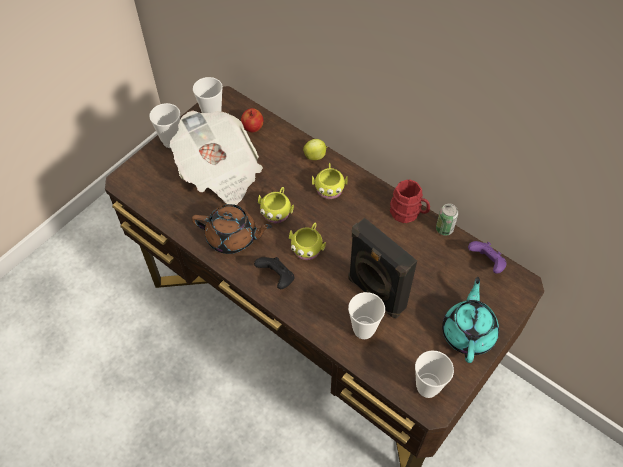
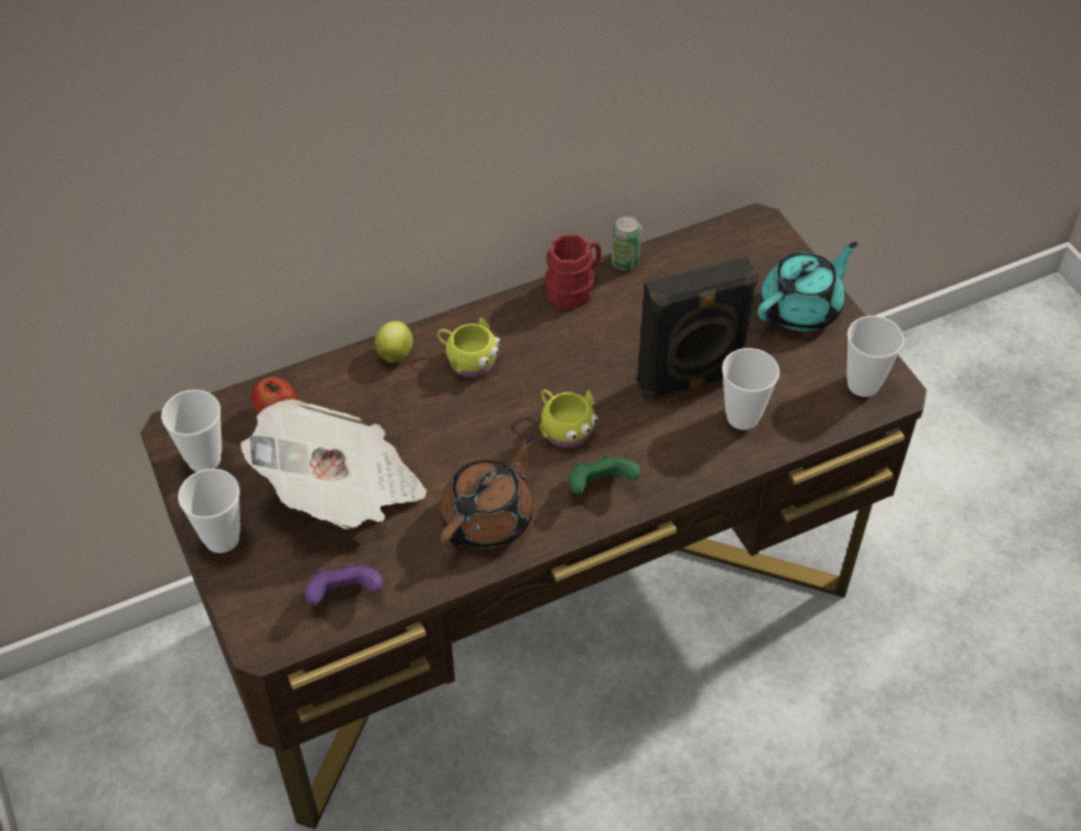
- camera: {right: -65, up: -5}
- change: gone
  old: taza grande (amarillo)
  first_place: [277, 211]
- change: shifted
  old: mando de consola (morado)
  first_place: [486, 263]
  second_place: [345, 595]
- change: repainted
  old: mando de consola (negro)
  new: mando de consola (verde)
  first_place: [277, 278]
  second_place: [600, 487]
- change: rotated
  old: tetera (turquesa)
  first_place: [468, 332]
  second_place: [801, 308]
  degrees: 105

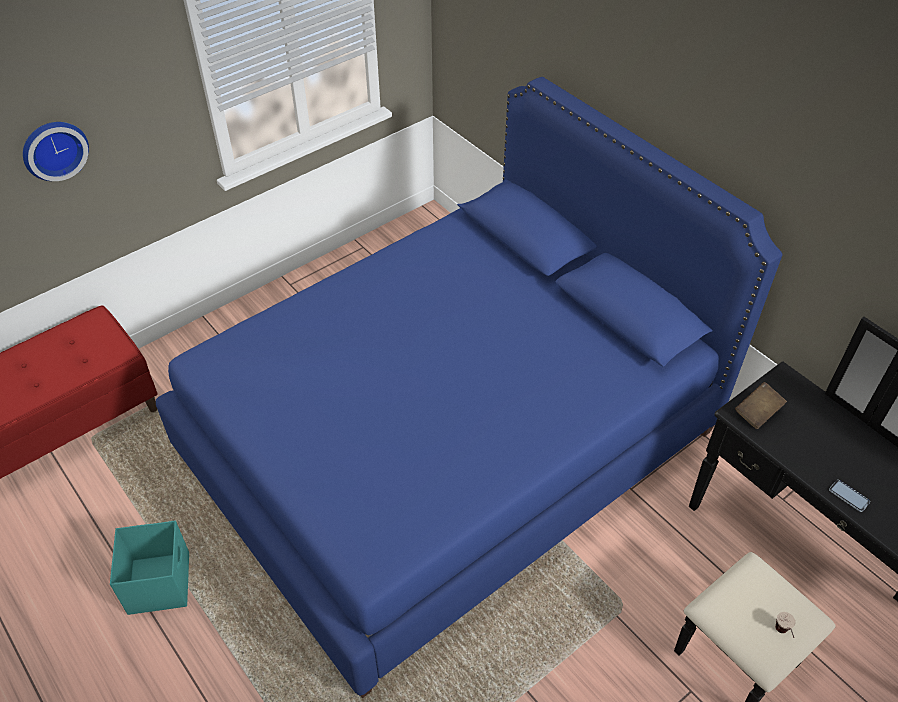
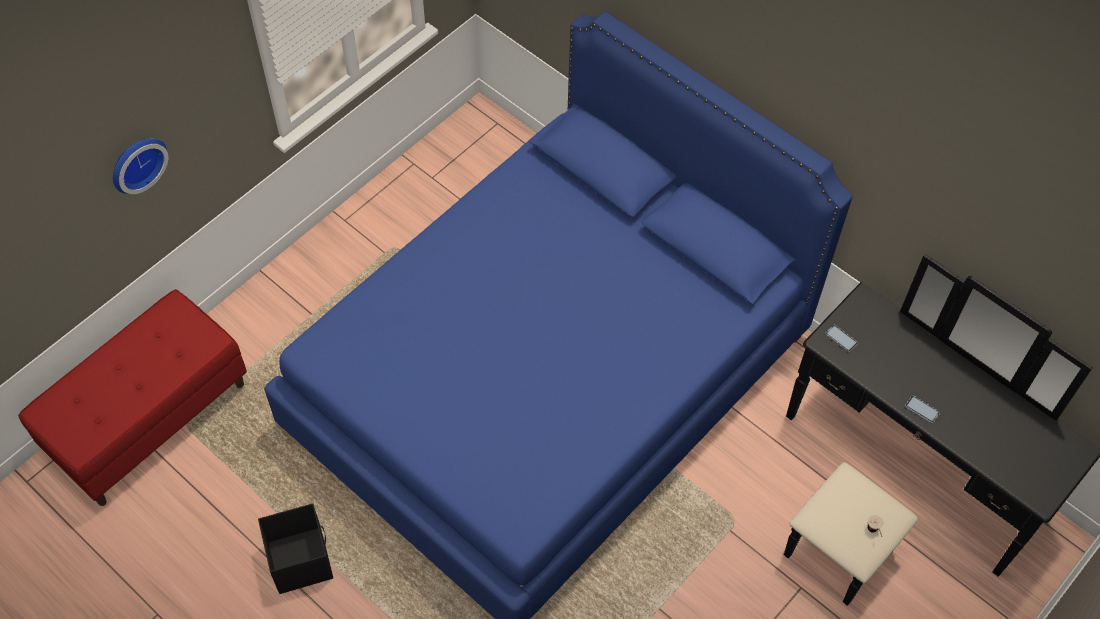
- camera: {right: -10, up: 10}
- change: swapped
  old: libro (marrón)
  new: móvil
  first_place: [757, 412]
  second_place: [841, 338]
- change: repainted
  old: caja de almacenaje (turquesa)
  new: caja de almacenaje (negro)
  first_place: [160, 582]
  second_place: [300, 559]

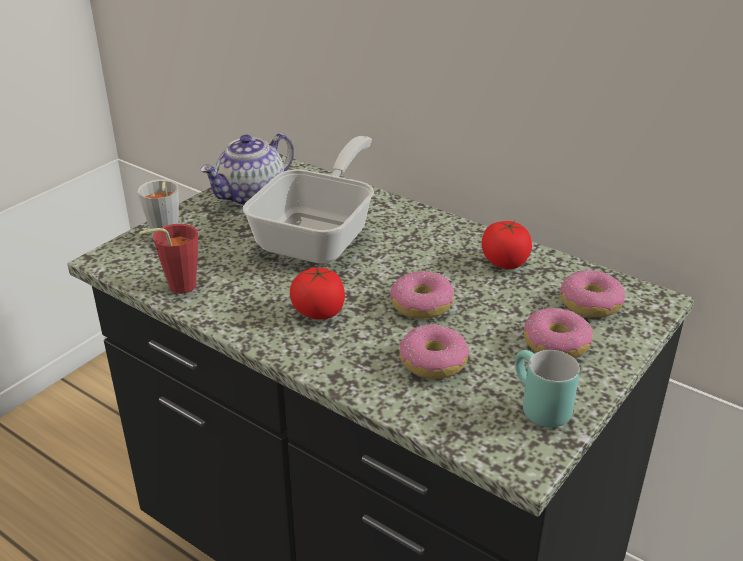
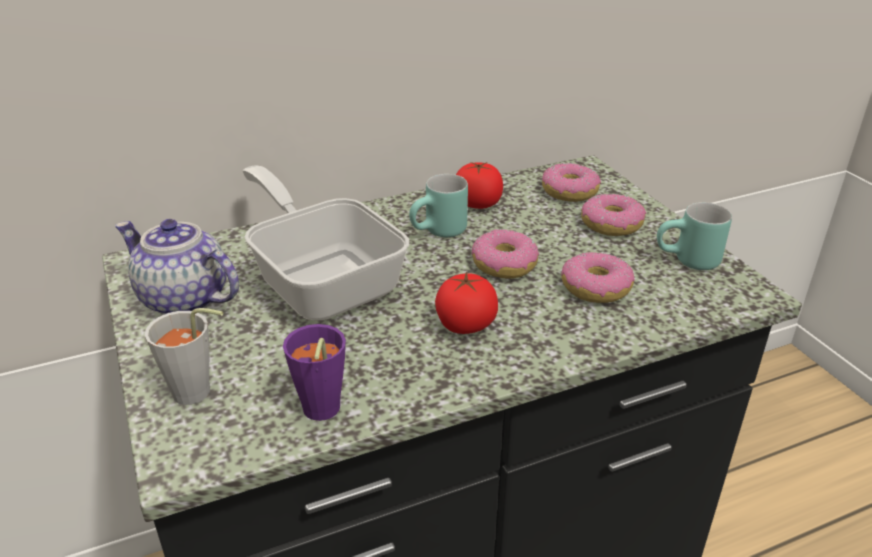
- camera: {right: -60, up: 0}
- change: new
  new: taza grande (turquesa)
  second_place: [440, 233]
- change: repainted
  old: taza (rojo)
  new: taza (morado)
  first_place: [176, 288]
  second_place: [320, 414]
- change: rotated
  old: tetera
  first_place: [252, 196]
  second_place: [183, 299]
  degrees: 135

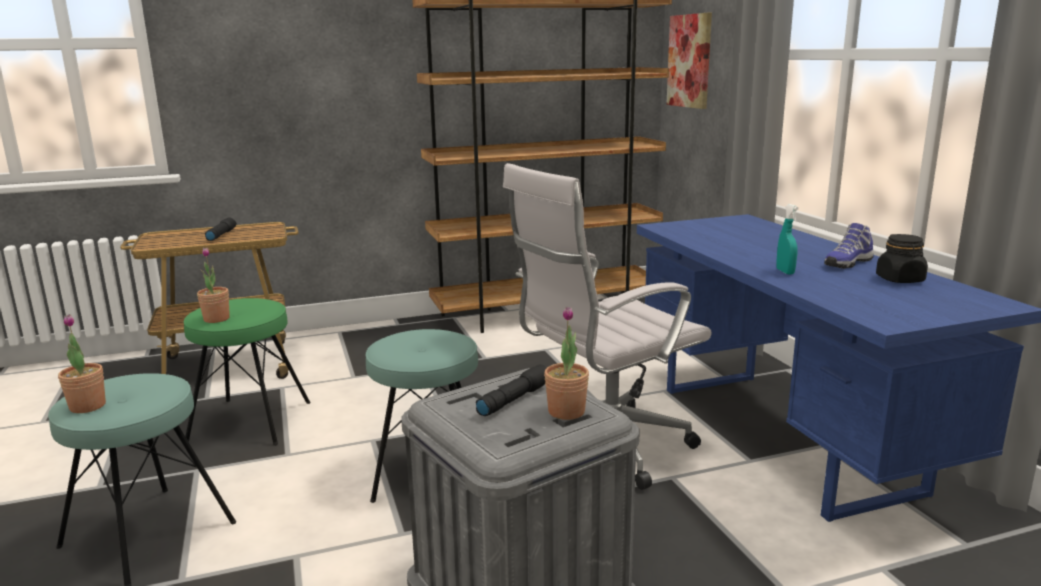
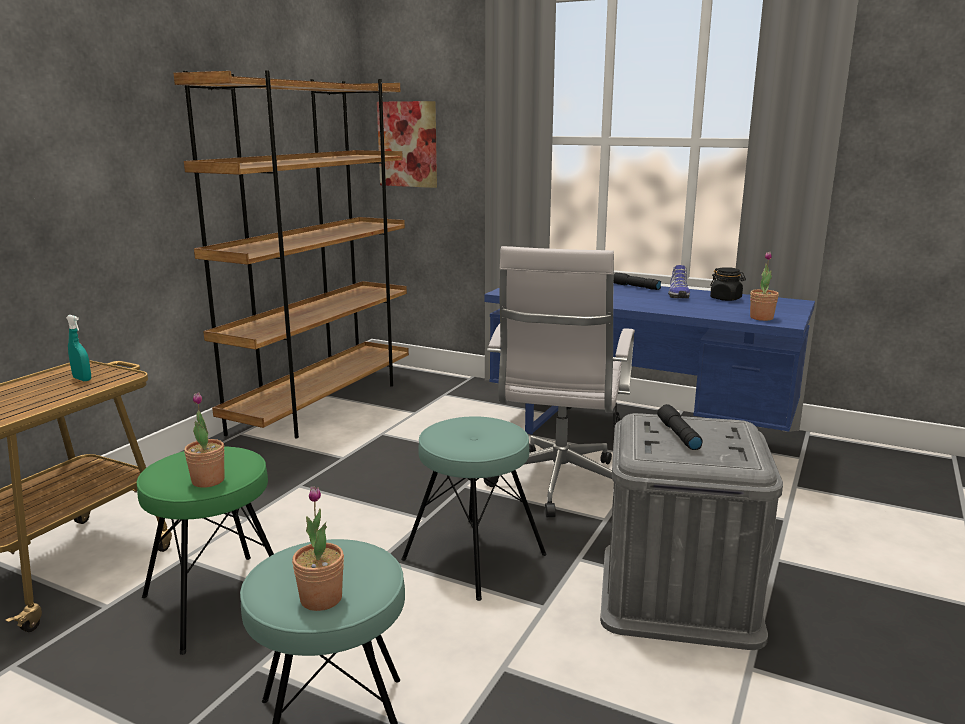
- camera: {right: -45, up: 0}
- change: shifted
  old: linterna (negro)
  first_place: [221, 235]
  second_place: [635, 287]
- change: shifted
  old: planta en maceta
  first_place: [566, 412]
  second_place: [761, 318]
- change: shifted
  old: pulverizador (turquesa)
  first_place: [785, 272]
  second_place: [82, 379]

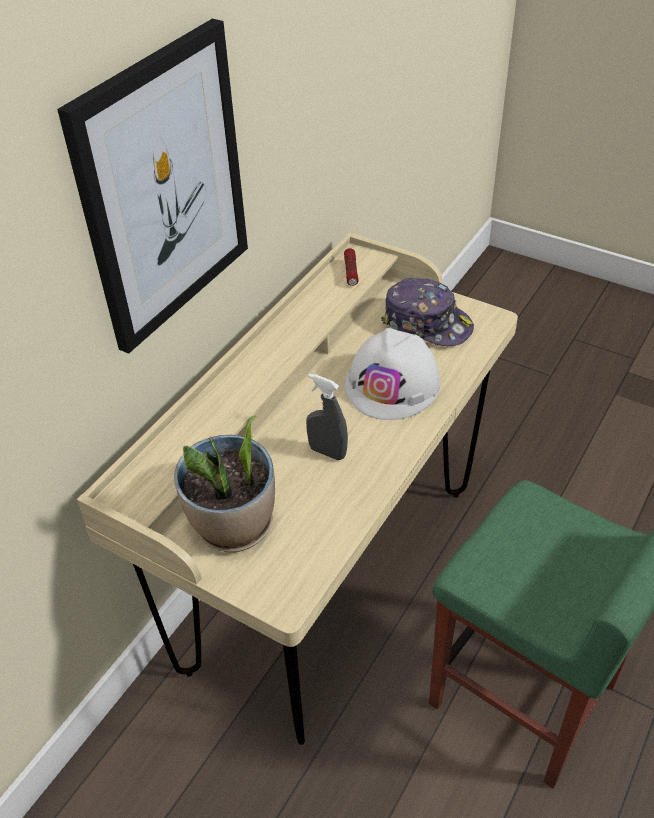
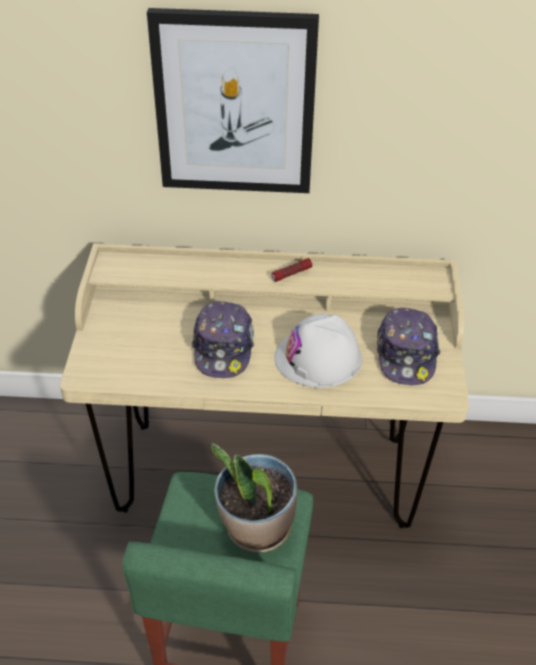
- camera: {right: 60, up: 0}
- change: shifted
  old: planta en maceta
  first_place: [234, 526]
  second_place: [256, 528]
- change: shifted
  old: linterna
  first_place: [351, 272]
  second_place: [291, 274]
- change: swapped
  old: pulverizador (gris)
  new: gorra
  first_place: [327, 452]
  second_place: [223, 348]

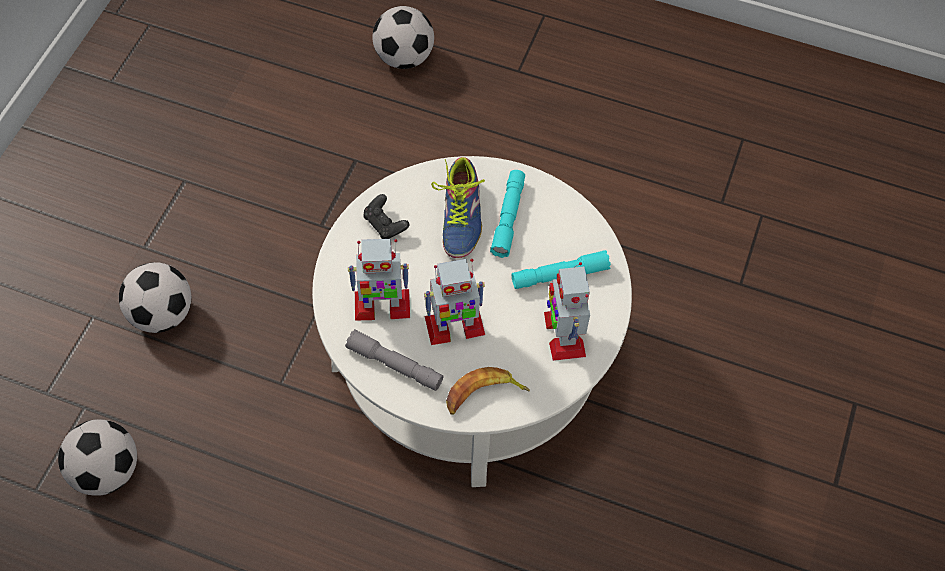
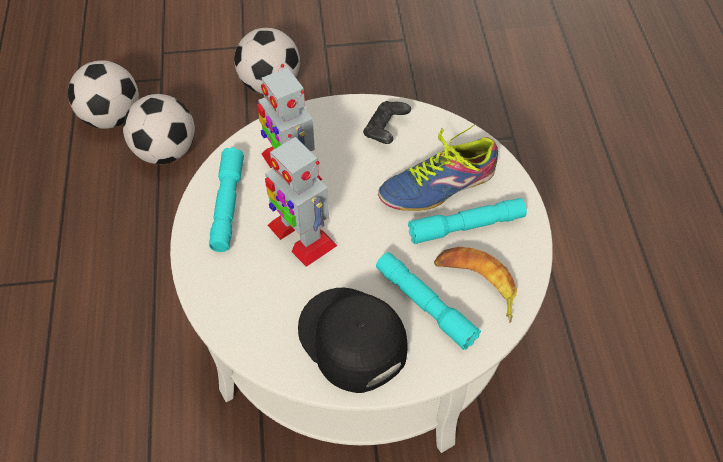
- camera: {right: 65, up: -5}
- change: shifted
  old: balón de fútbol
  first_place: [404, 57]
  second_place: [165, 152]
- change: shifted
  old: plátano
  first_place: [483, 395]
  second_place: [476, 285]
- change: swapped
  old: robot de juguete
  new: gorra (negro)
  first_place: [564, 333]
  second_place: [351, 341]
- change: repainted
  old: linterna (gris)
  new: linterna (turquesa)
  first_place: [394, 365]
  second_place: [227, 205]

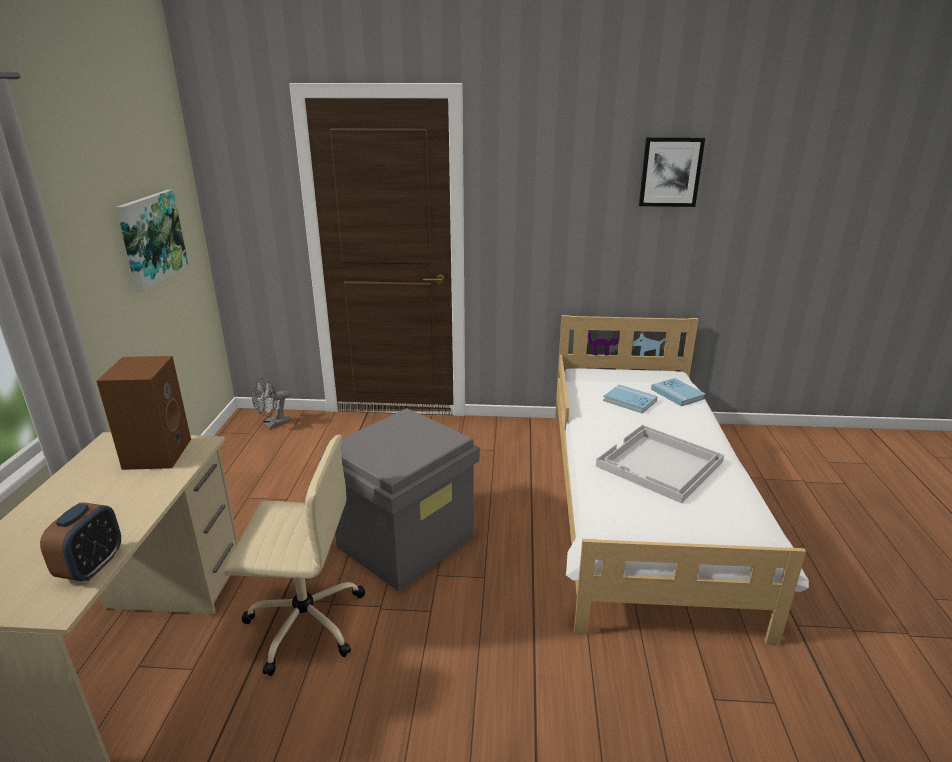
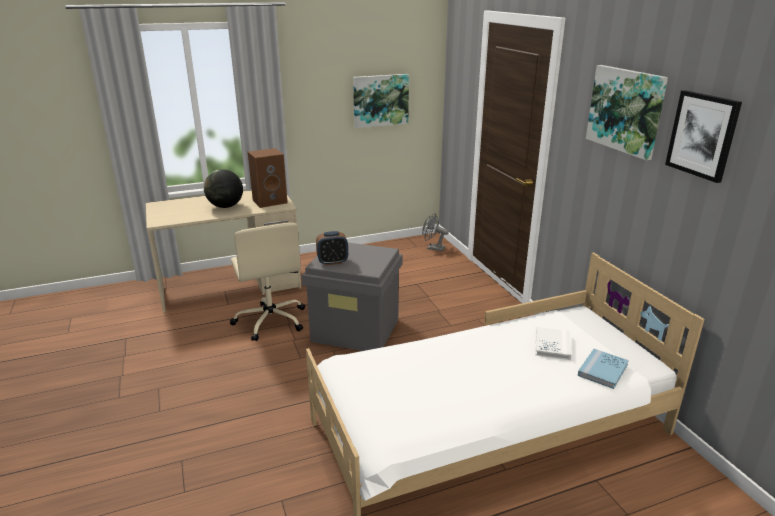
- camera: {right: 65, up: 0}
- change: gone
  old: bandeja (blanco)
  first_place: [660, 465]
- change: new
  new: globo terráqueo
  second_place: [226, 206]
- change: new
  new: cuadro
  second_place: [626, 110]
- change: shifted
  old: despertador
  first_place: [92, 567]
  second_place: [332, 262]
- change: repainted
  old: libro (azul)
  new: libro (blanco)
  first_place: [629, 401]
  second_place: [552, 345]

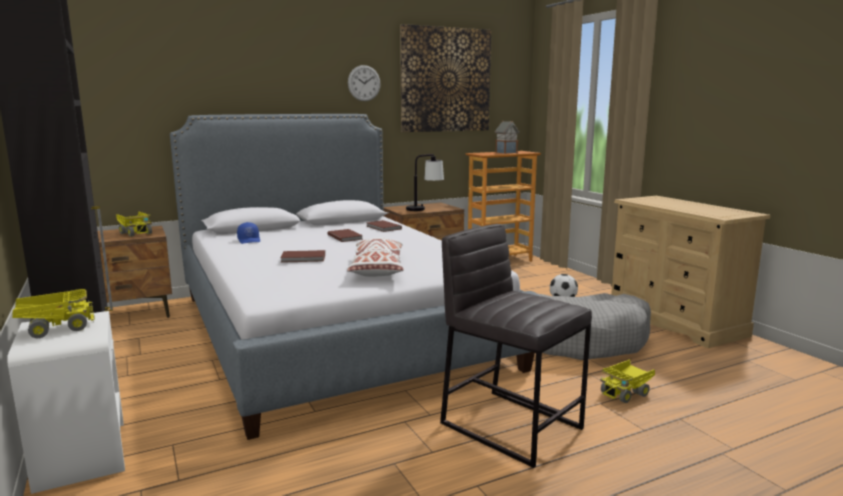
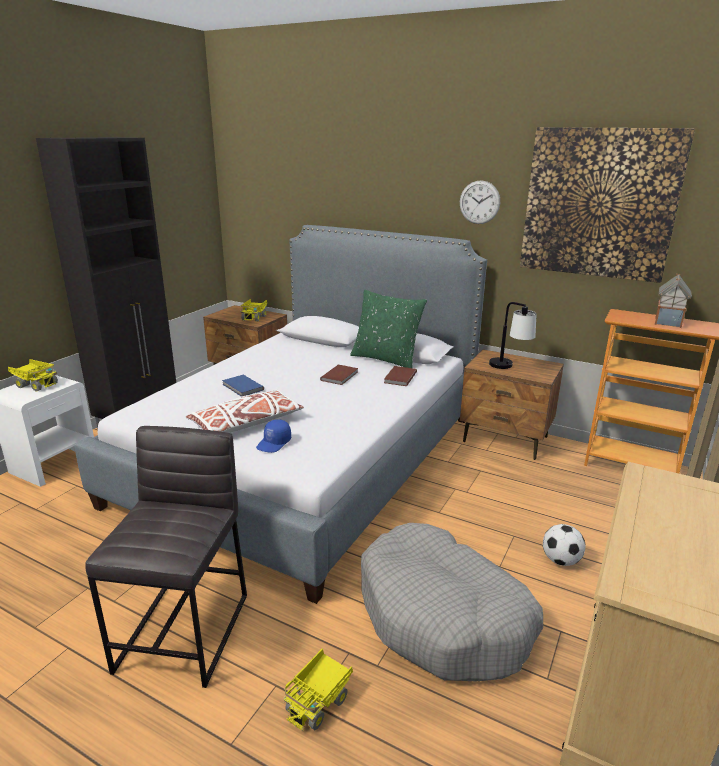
- camera: {right: 55, up: 10}
- change: new
  new: cojín (verde)
  second_place: [386, 359]
- change: shifted
  old: gorra (azul)
  first_place: [249, 240]
  second_place: [274, 443]
- change: repainted
  old: libro (marrón)
  new: libro (azul)
  first_place: [304, 258]
  second_place: [242, 387]
- change: rotated
  old: camión de juguete
  first_place: [625, 393]
  second_place: [319, 701]
  degrees: -75

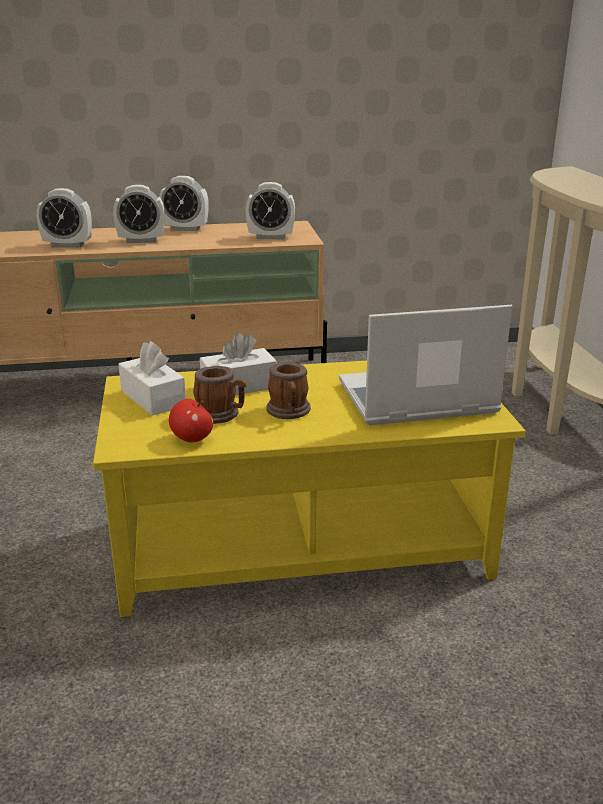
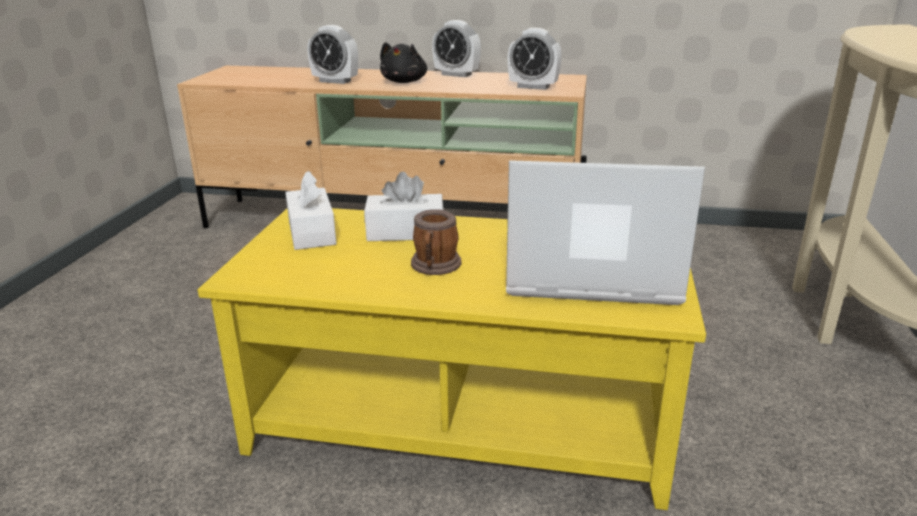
- camera: {right: 20, up: 0}
- change: gone
  old: manzana
  first_place: [192, 439]
- change: gone
  old: taza grande
  first_place: [221, 414]
- change: swapped
  old: despertador
  new: peluche (negro)
  first_place: [141, 240]
  second_place: [405, 82]

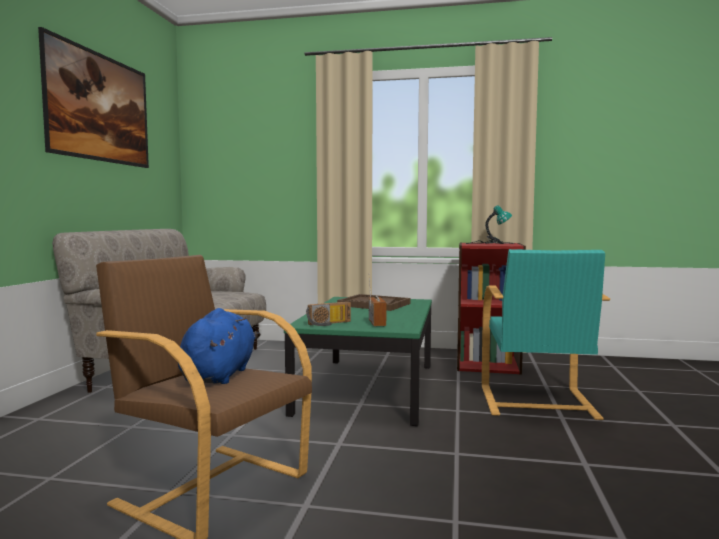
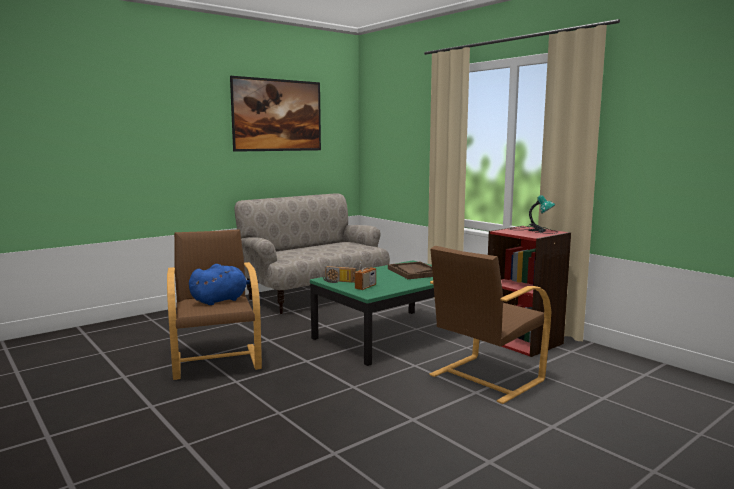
- camera: {right: 40, up: 5}
- change: repainted
  old: sillón (turquesa)
  new: sillón (marrón)
  first_place: [536, 402]
  second_place: [484, 378]

